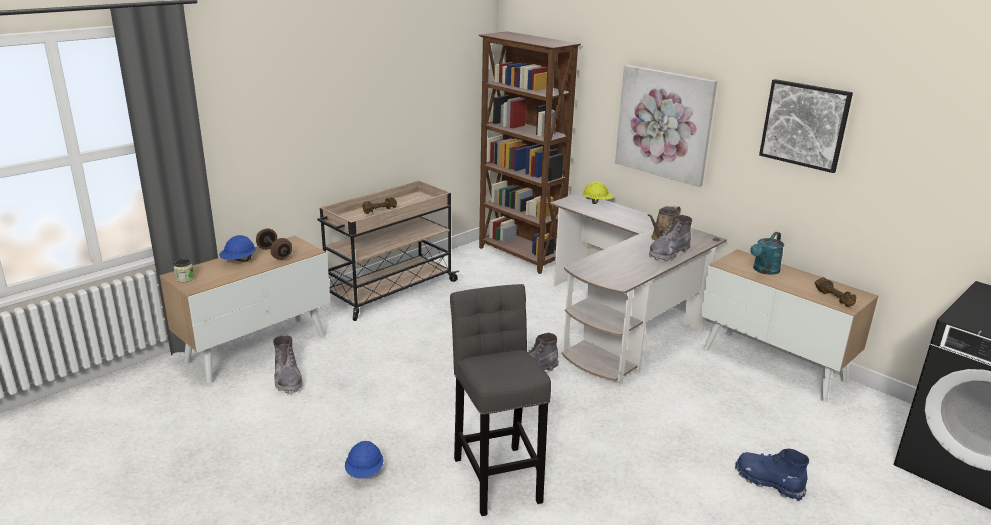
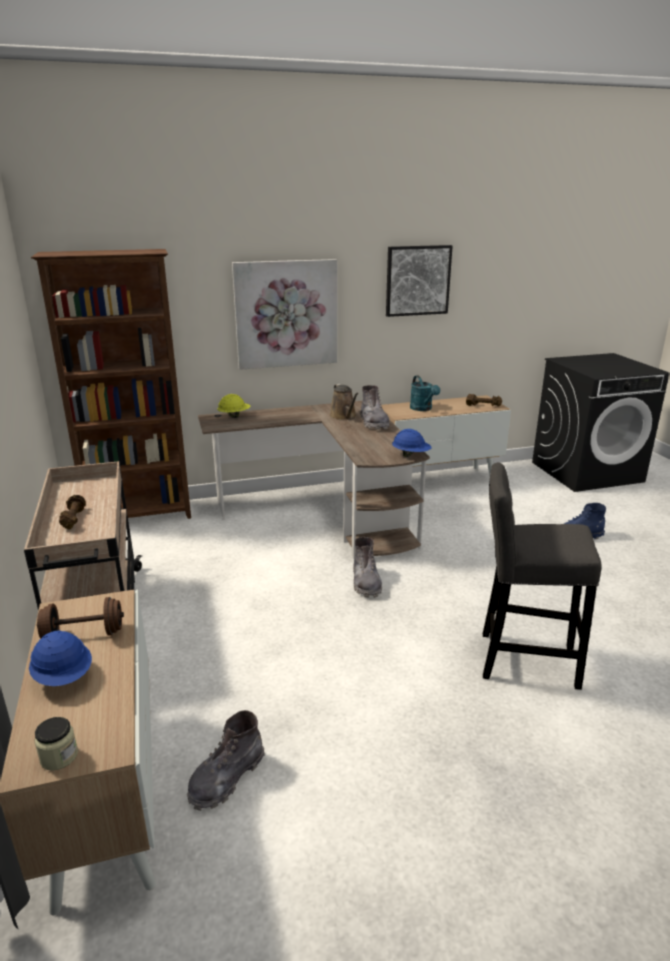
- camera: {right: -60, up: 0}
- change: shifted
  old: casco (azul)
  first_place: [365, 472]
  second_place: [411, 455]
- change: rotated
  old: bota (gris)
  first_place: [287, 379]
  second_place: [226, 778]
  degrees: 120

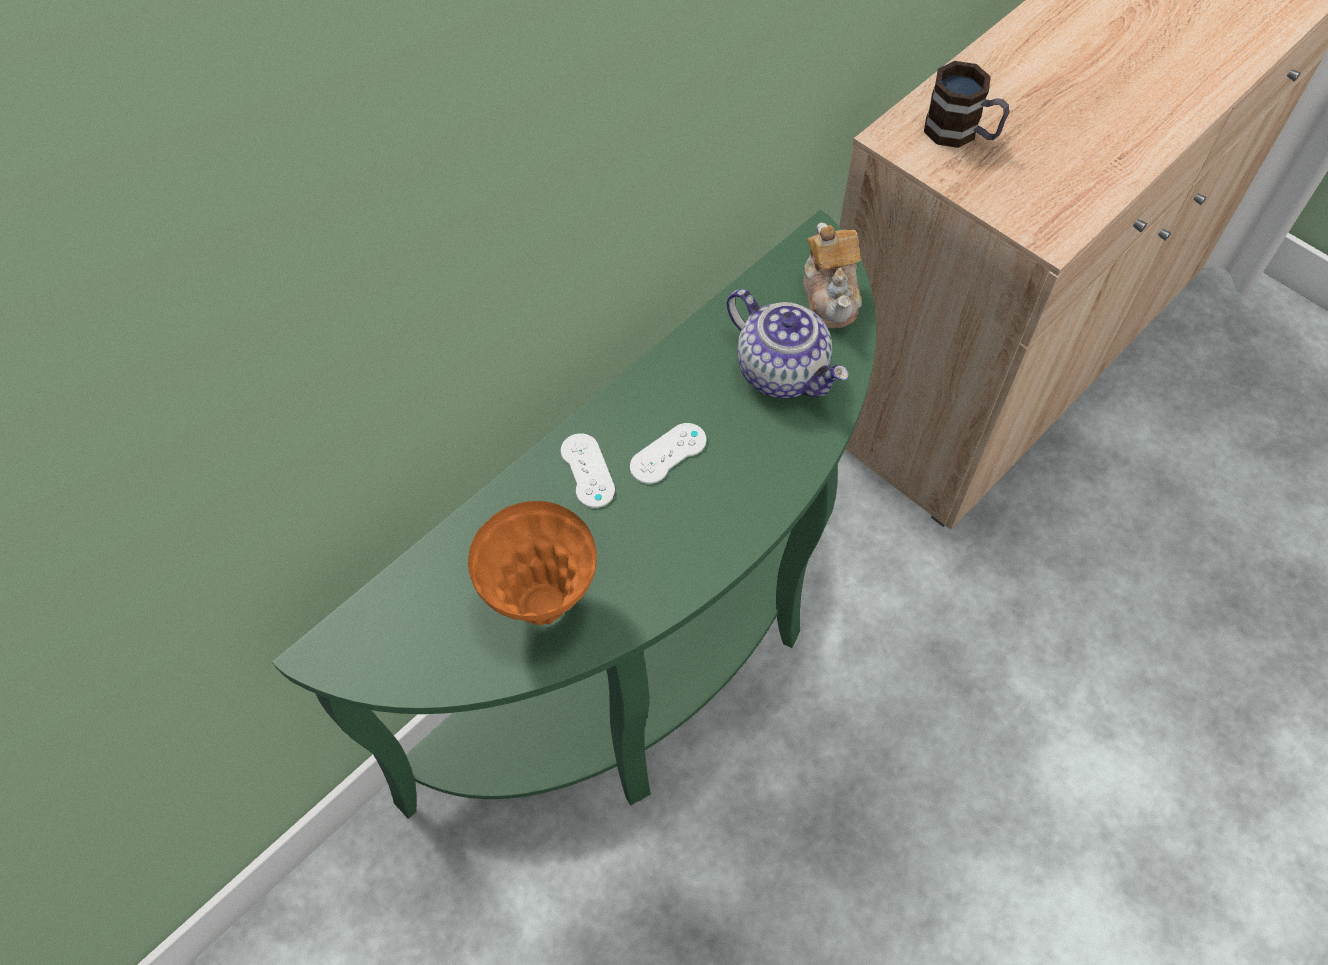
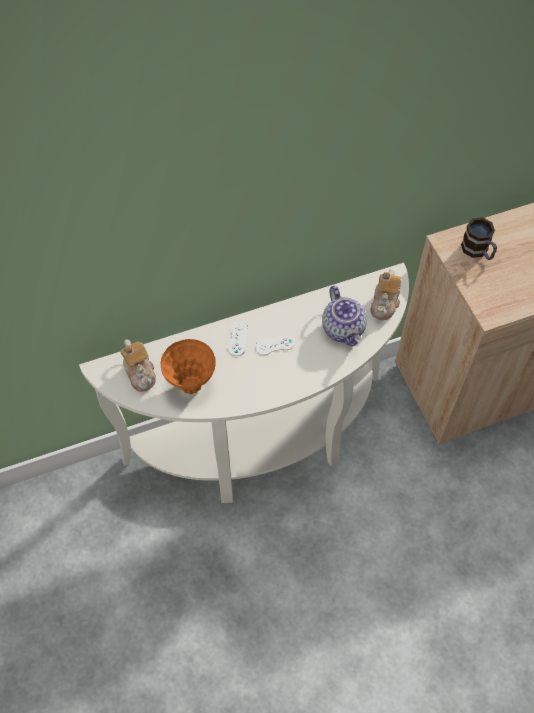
- camera: {right: 25, up: 0}
- change: new
  new: tetera
  second_place: [140, 373]
- change: repainted
  old: mesa consola (verde)
  new: mesa consola (blanco)
  first_place: [654, 661]
  second_place: [264, 445]

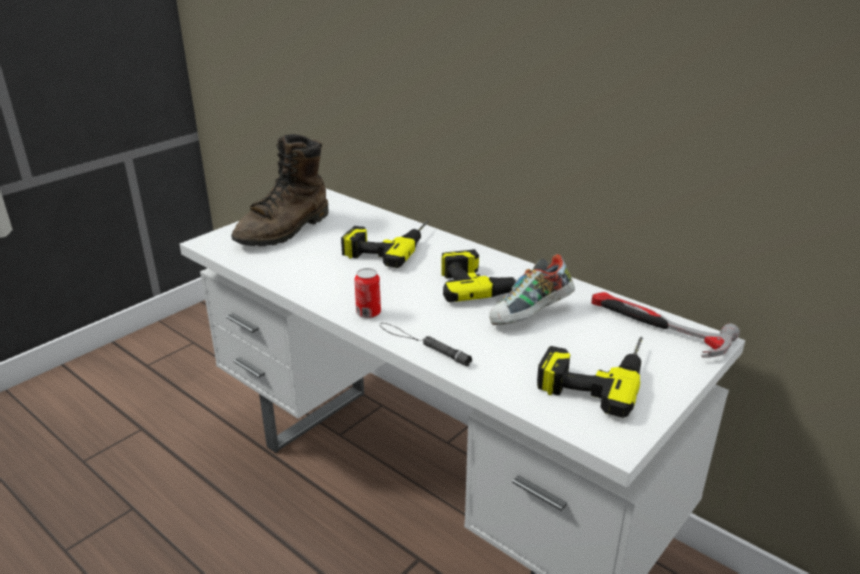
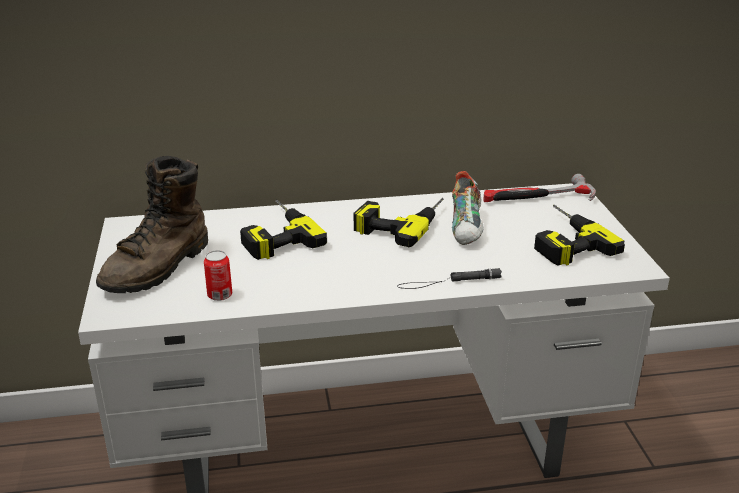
- camera: {right: -50, up: 0}
- change: shifted
  old: lata
  first_place: [368, 313]
  second_place: [220, 295]
- change: rotated
  old: bota (marrón)
  first_place: [285, 230]
  second_place: [159, 267]
  degrees: 45

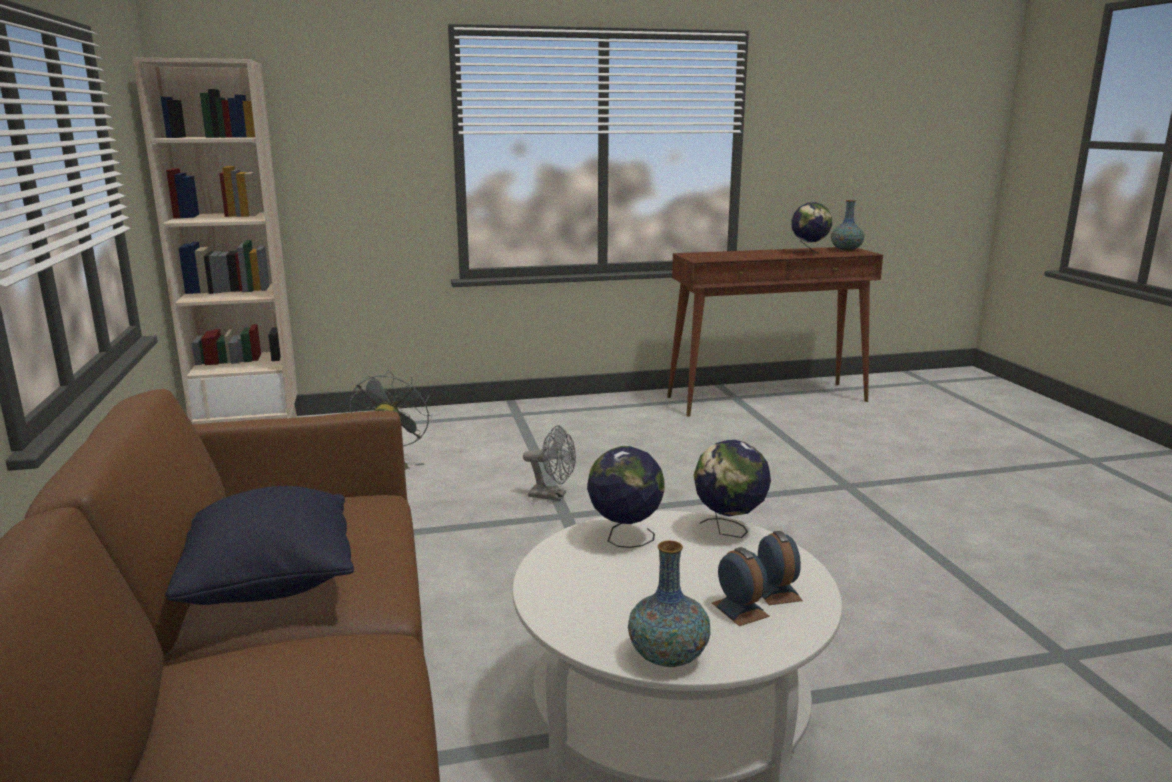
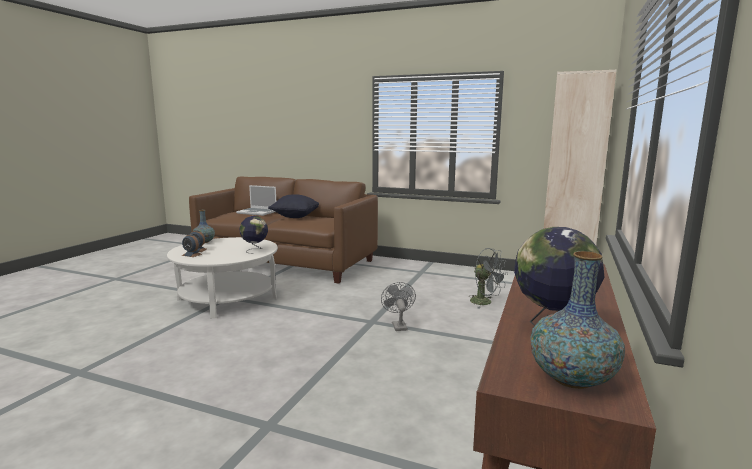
- camera: {right: 125, up: -5}
- change: gone
  old: globo terráqueo
  first_place: [729, 531]
- change: new
  new: portátil
  second_place: [257, 212]
- change: rotated
  old: ventilador (gris)
  first_place: [553, 496]
  second_place: [398, 325]
  degrees: 120

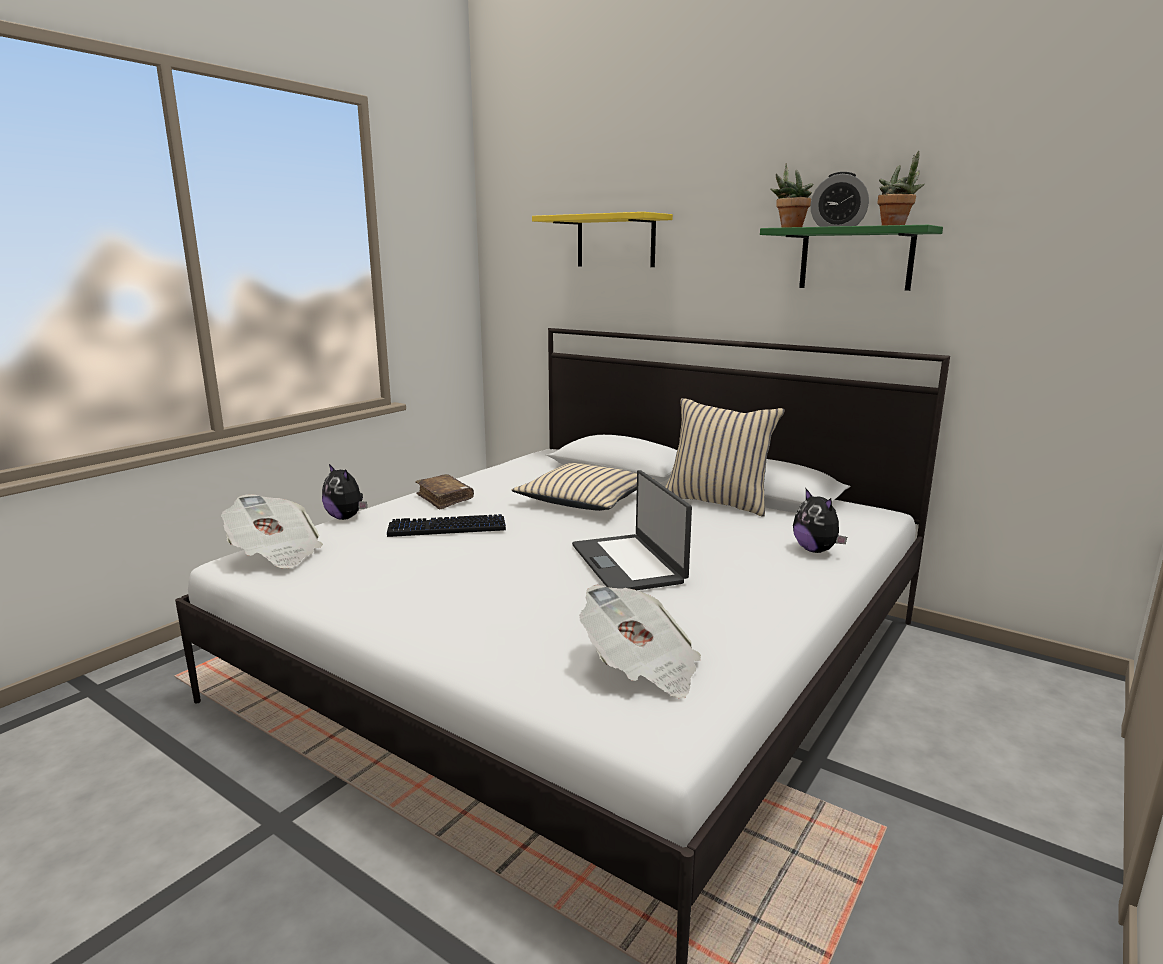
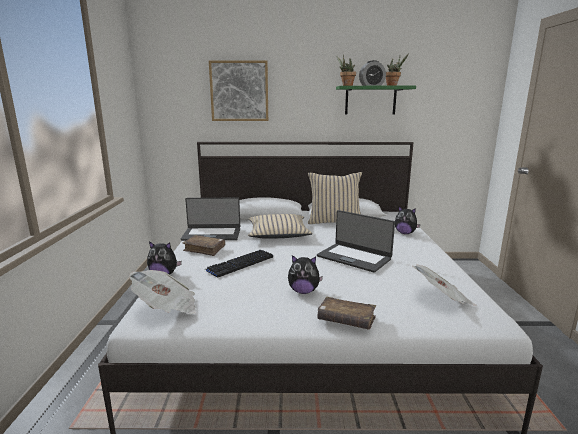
- camera: {right: -35, up: 0}
- change: new
  new: portátil
  second_place: [212, 234]
- change: new
  new: peluche
  second_place: [303, 291]
- change: new
  new: libro (marrón)
  second_place: [346, 320]
- change: swapped
  old: estante (amarillo)
  new: cuadro
  first_place: [615, 241]
  second_place: [239, 91]

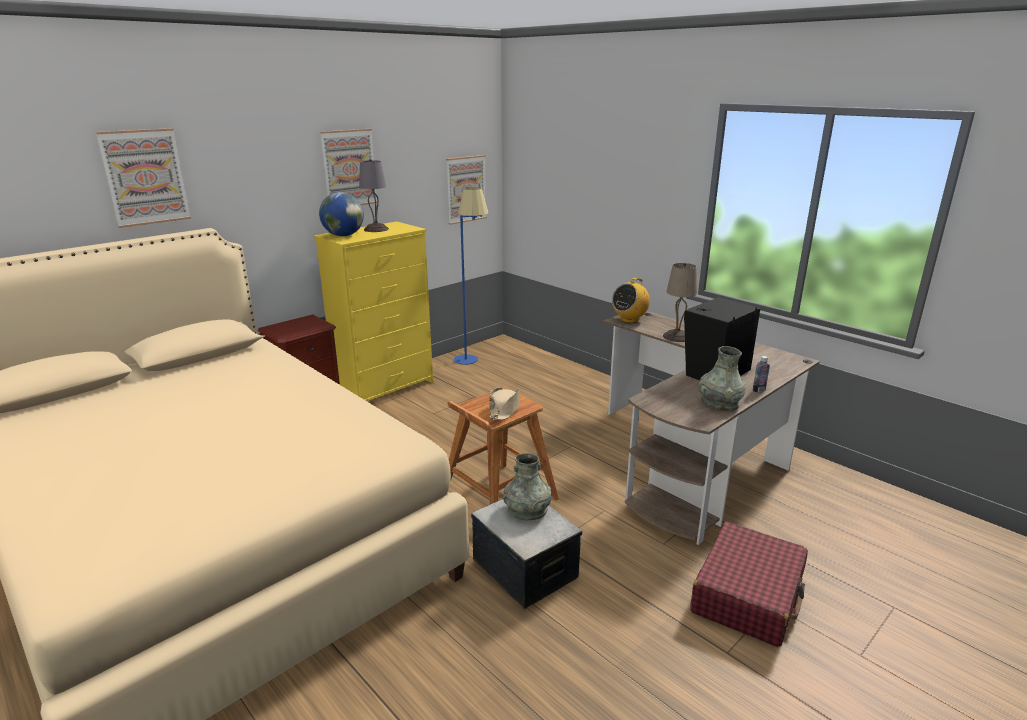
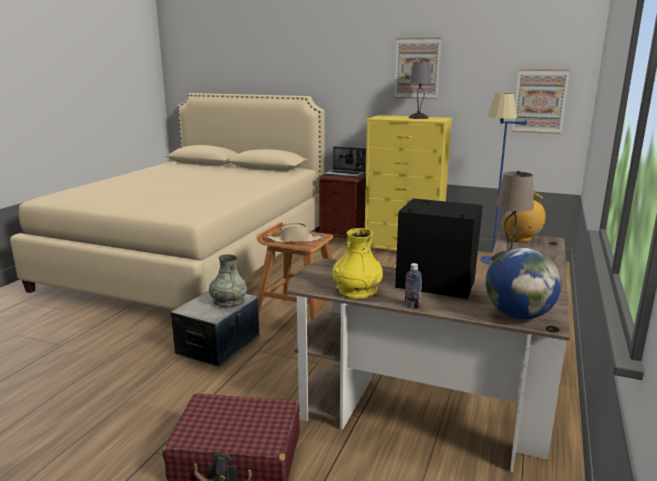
- camera: {right: 65, up: -5}
- change: gone
  old: cuadro
  first_place: [145, 177]
- change: new
  new: portátil
  second_place: [345, 174]
- change: shifted
  old: globo terráqueo
  first_place: [343, 235]
  second_place: [518, 315]
- change: repainted
  old: florero (gris)
  new: florero (amarillo)
  first_place: [719, 402]
  second_place: [356, 290]

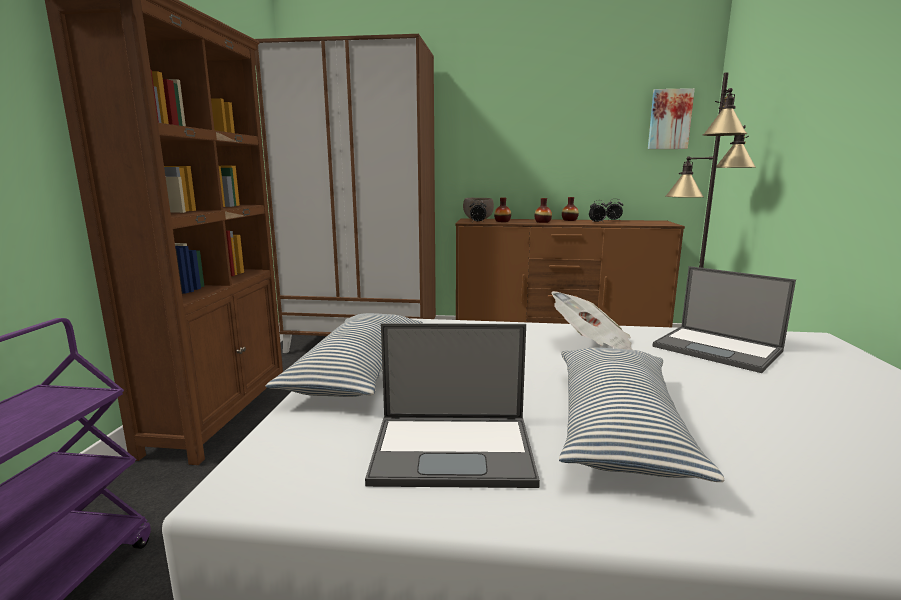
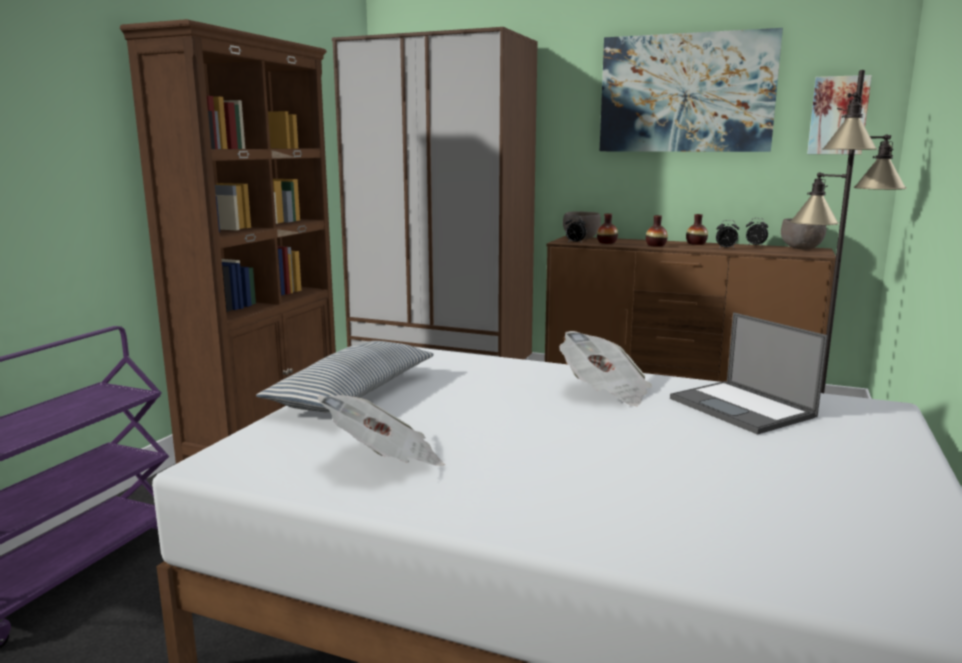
- camera: {right: 15, up: 0}
- change: gone
  old: cojín
  first_place: [619, 426]
- change: new
  new: cuadro
  second_place: [686, 93]
- change: new
  new: cuenco (marrón)
  second_place: [801, 248]
- change: swapped
  old: portátil
  new: periódico
  first_place: [455, 449]
  second_place: [385, 460]

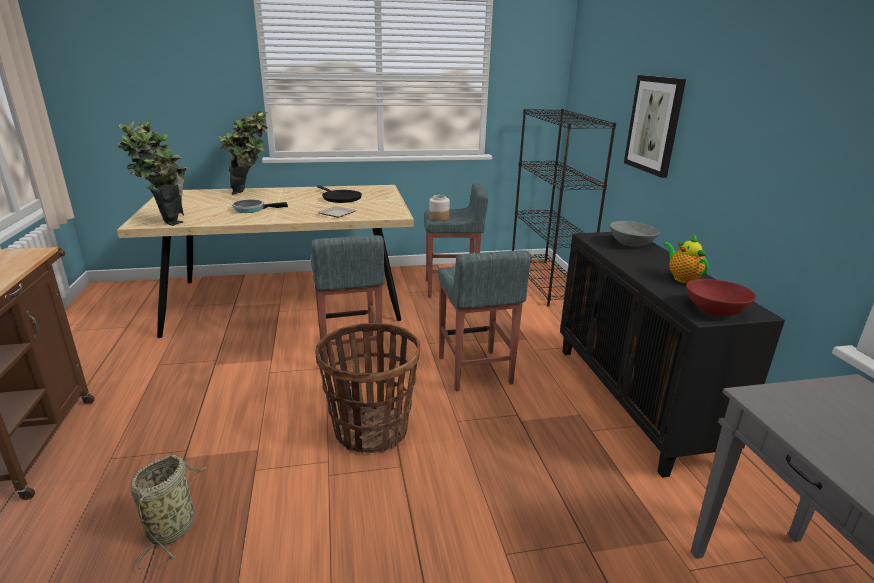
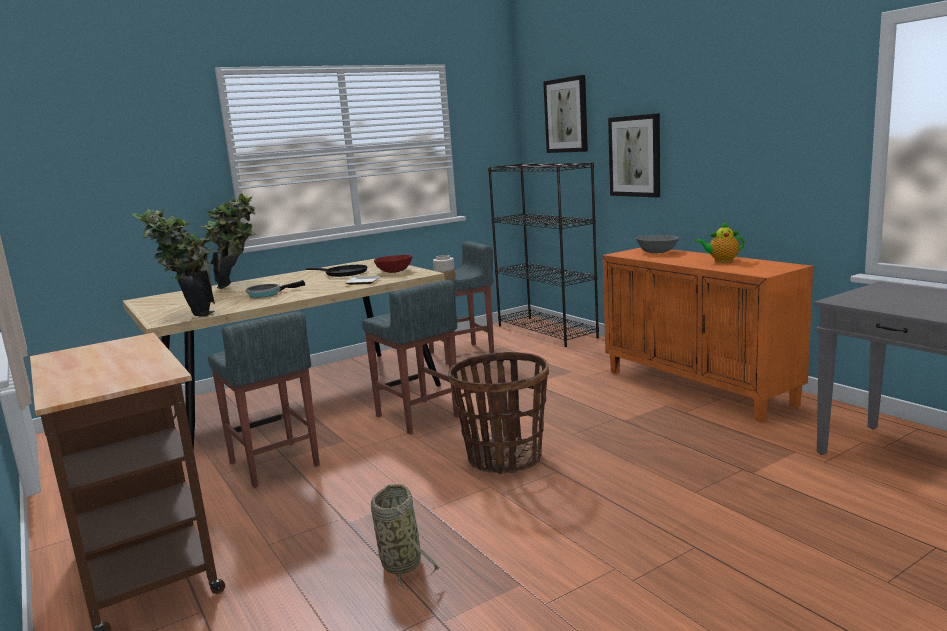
- camera: {right: -20, up: -10}
- change: new
  new: cuadro
  second_place: [566, 115]
- change: shifted
  old: taburete (gris)
  first_place: [474, 370]
  second_place: [274, 464]
- change: shifted
  old: cuenco (rojo)
  first_place: [716, 310]
  second_place: [394, 271]
- change: repainted
  old: armario (negro)
  new: armario (naranja)
  first_place: [634, 401]
  second_place: [699, 387]
- change: rotated
  old: tetera
  first_place: [682, 278]
  second_place: [721, 261]
  degrees: -45

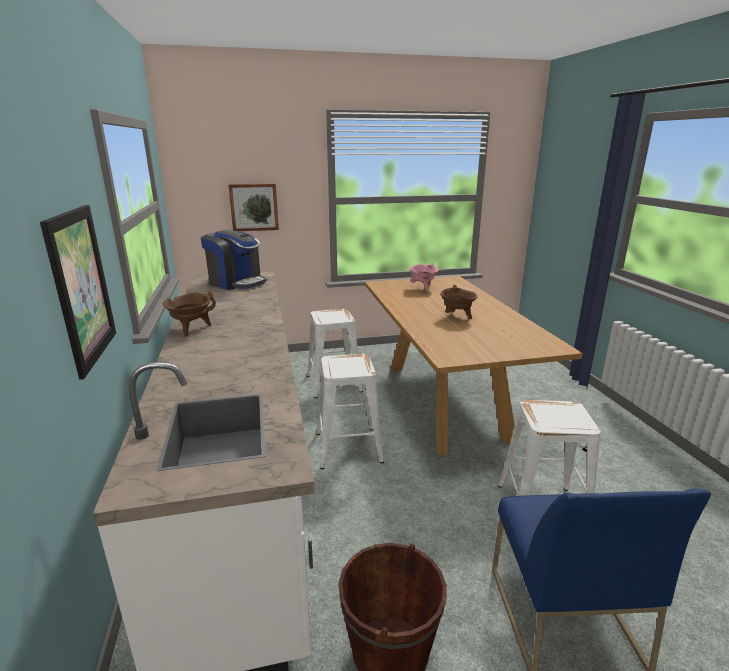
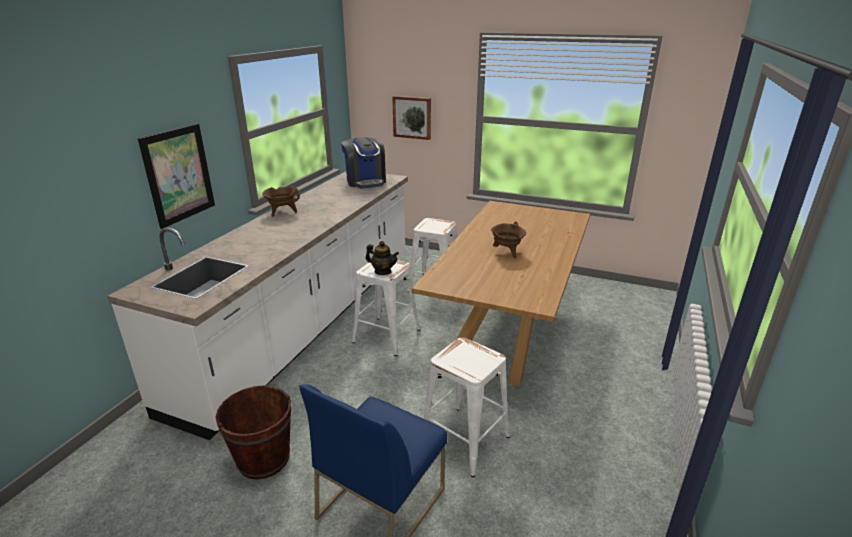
- camera: {right: 35, up: 5}
- change: gone
  old: olla (rosa)
  first_place: [422, 288]
- change: new
  new: tetera
  second_place: [383, 272]

